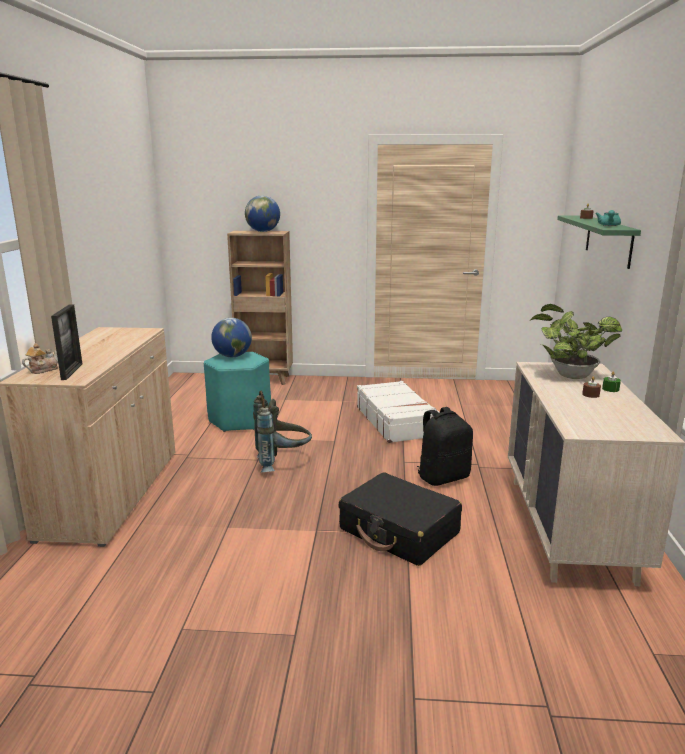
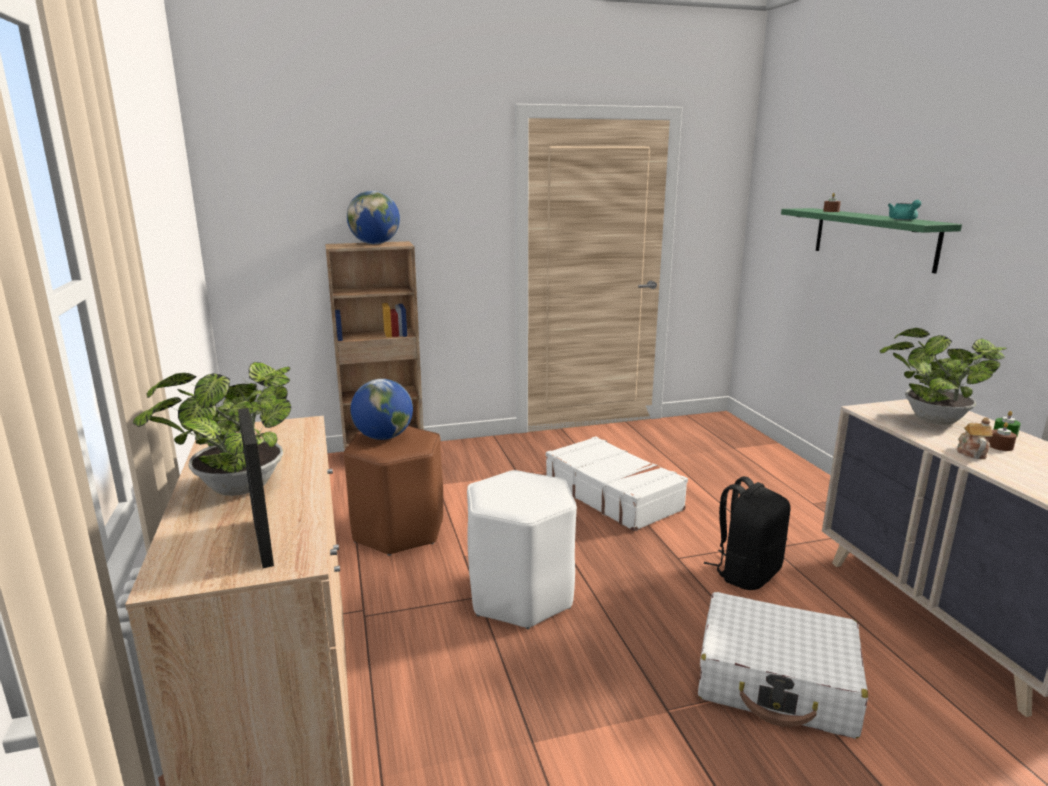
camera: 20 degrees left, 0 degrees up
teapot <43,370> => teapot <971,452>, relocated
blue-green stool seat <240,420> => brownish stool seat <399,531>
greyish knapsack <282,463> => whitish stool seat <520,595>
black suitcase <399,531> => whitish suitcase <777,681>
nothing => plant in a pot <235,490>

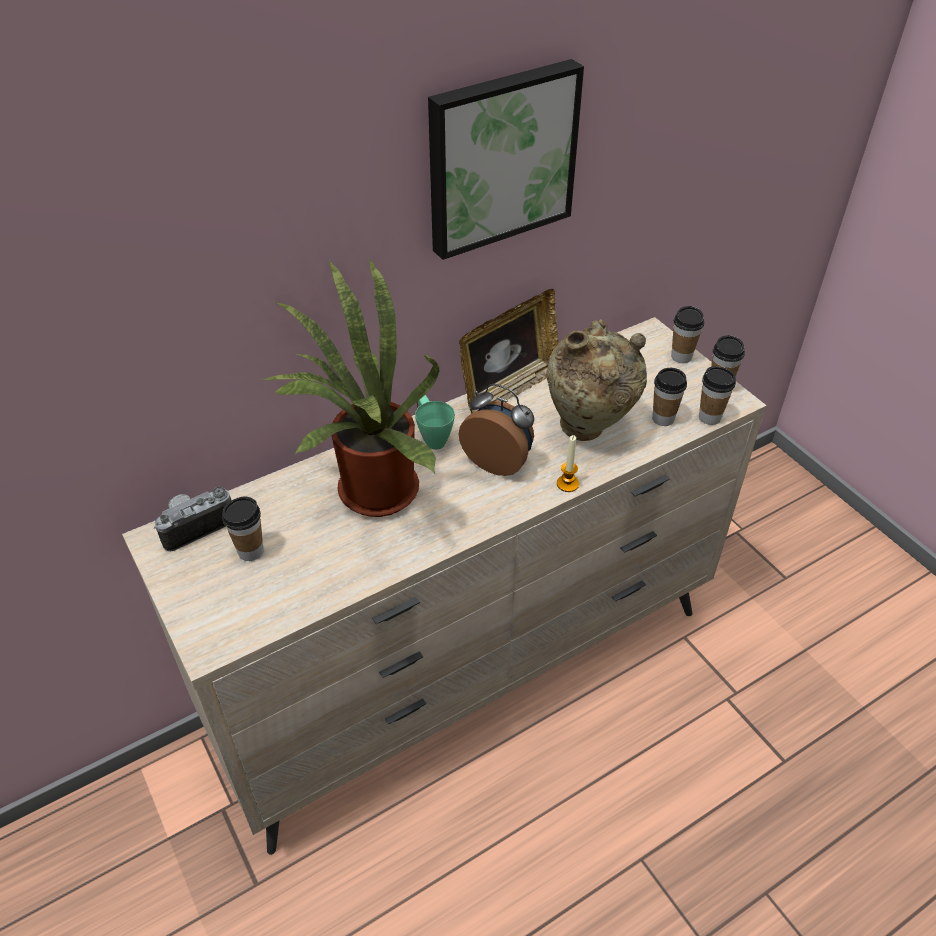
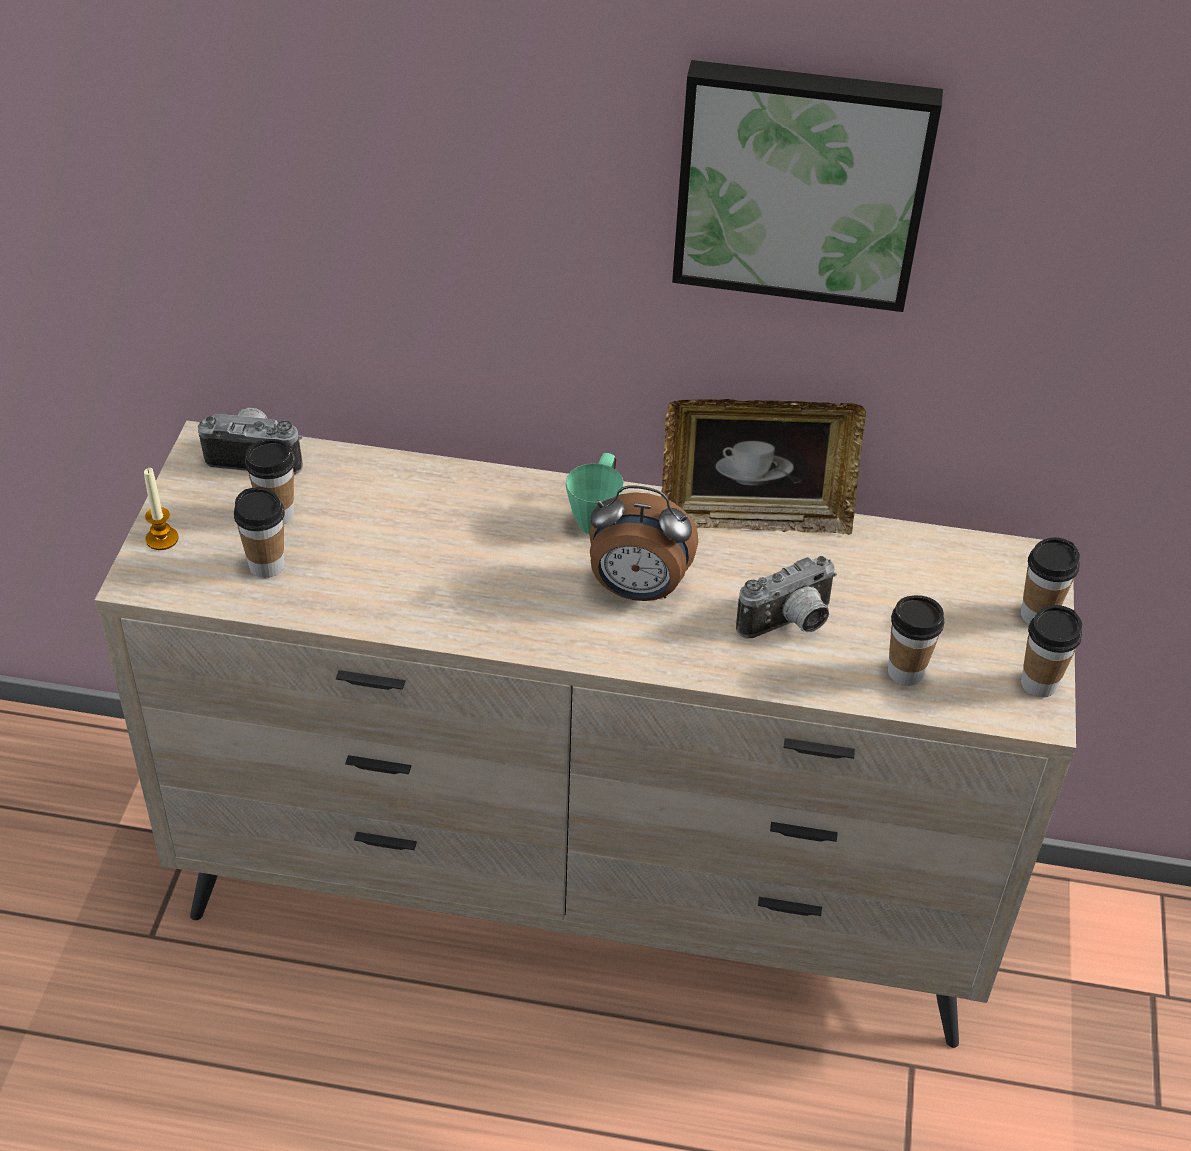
camera: 40 degrees right, 0 degrees up
plant in a pot <369,492> => nothing
bedside clock <498,461> => bedside clock <637,590>, 120 degrees clockwise
beige-coloured flower vase <588,430> => photo camera <790,625>
wax light <567,484> => wax light <162,539>, relocated
cup <709,417> => cup <266,565>, relocated

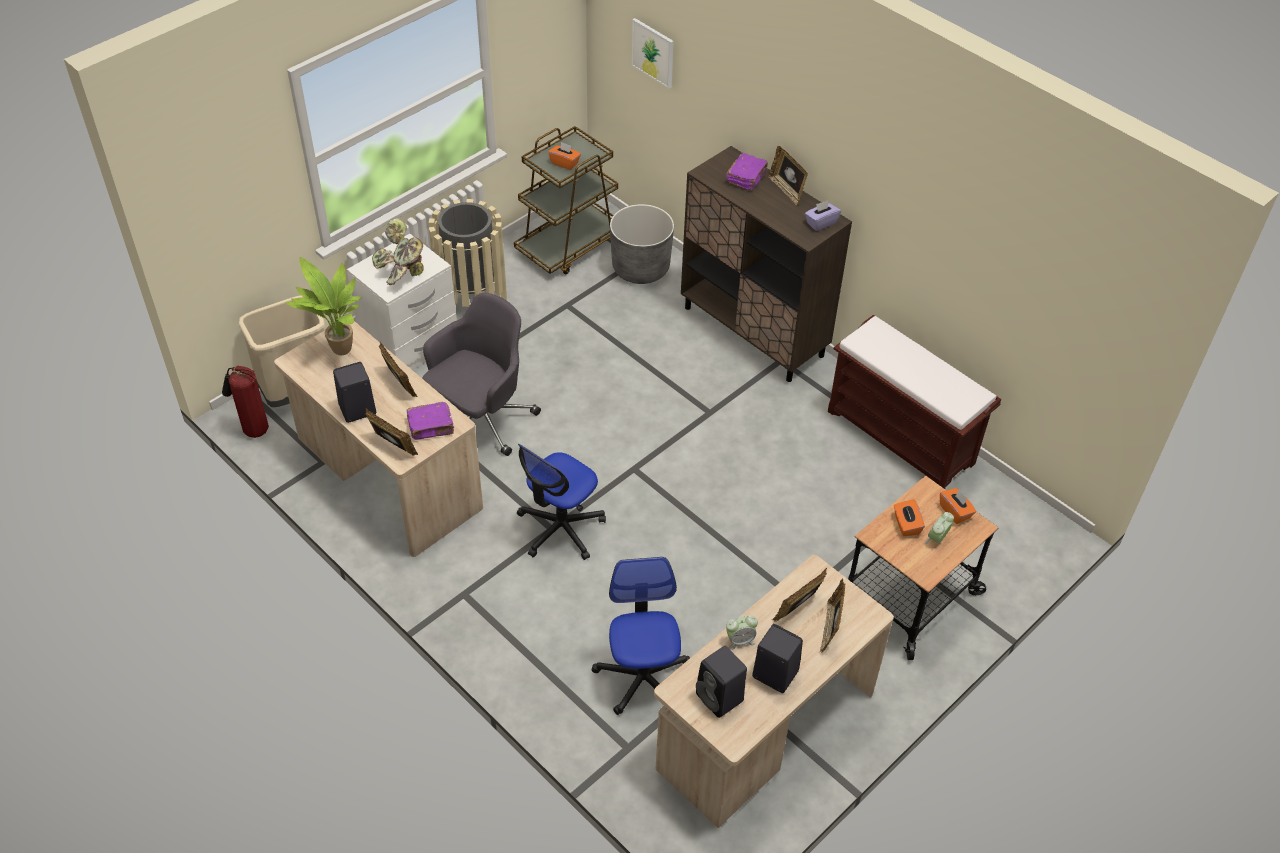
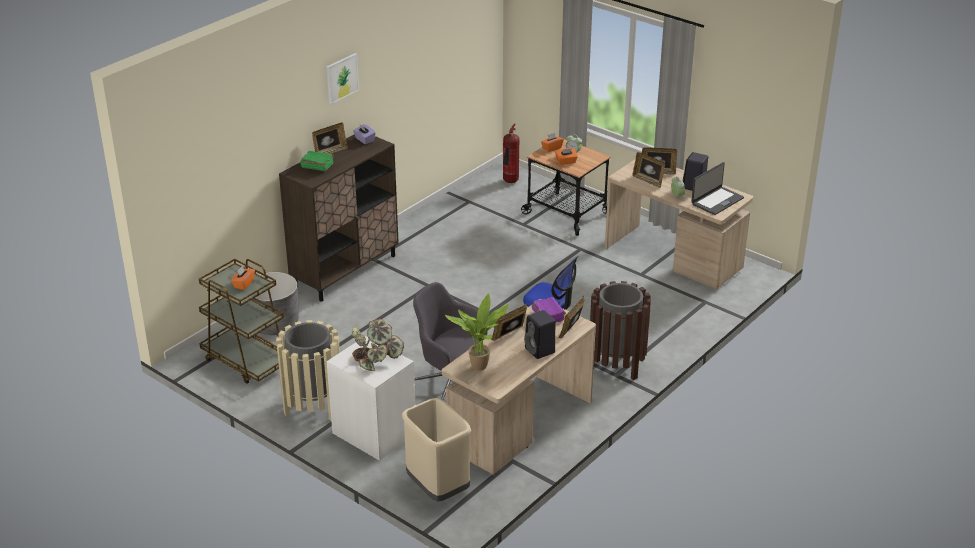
camera: 95 degrees left, 15 degrees down
extinguisher <253,430> => extinguisher <510,182>, relocated
office chair <642,677> => nothing
wall picture <653,52> => wall picture <342,78>, relocated
black audio speaker <721,698> => notebook computer <717,201>
purple bound book <747,177> => green bound book <317,166>
brownish bench <902,437> => nothing
nothing => brownish trash can <616,365>

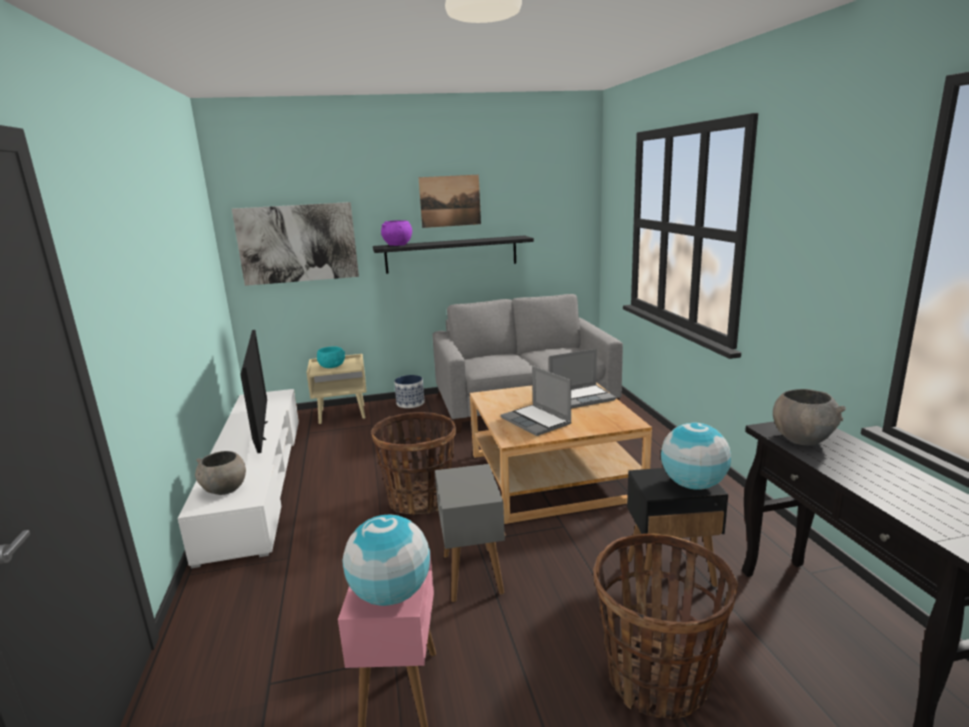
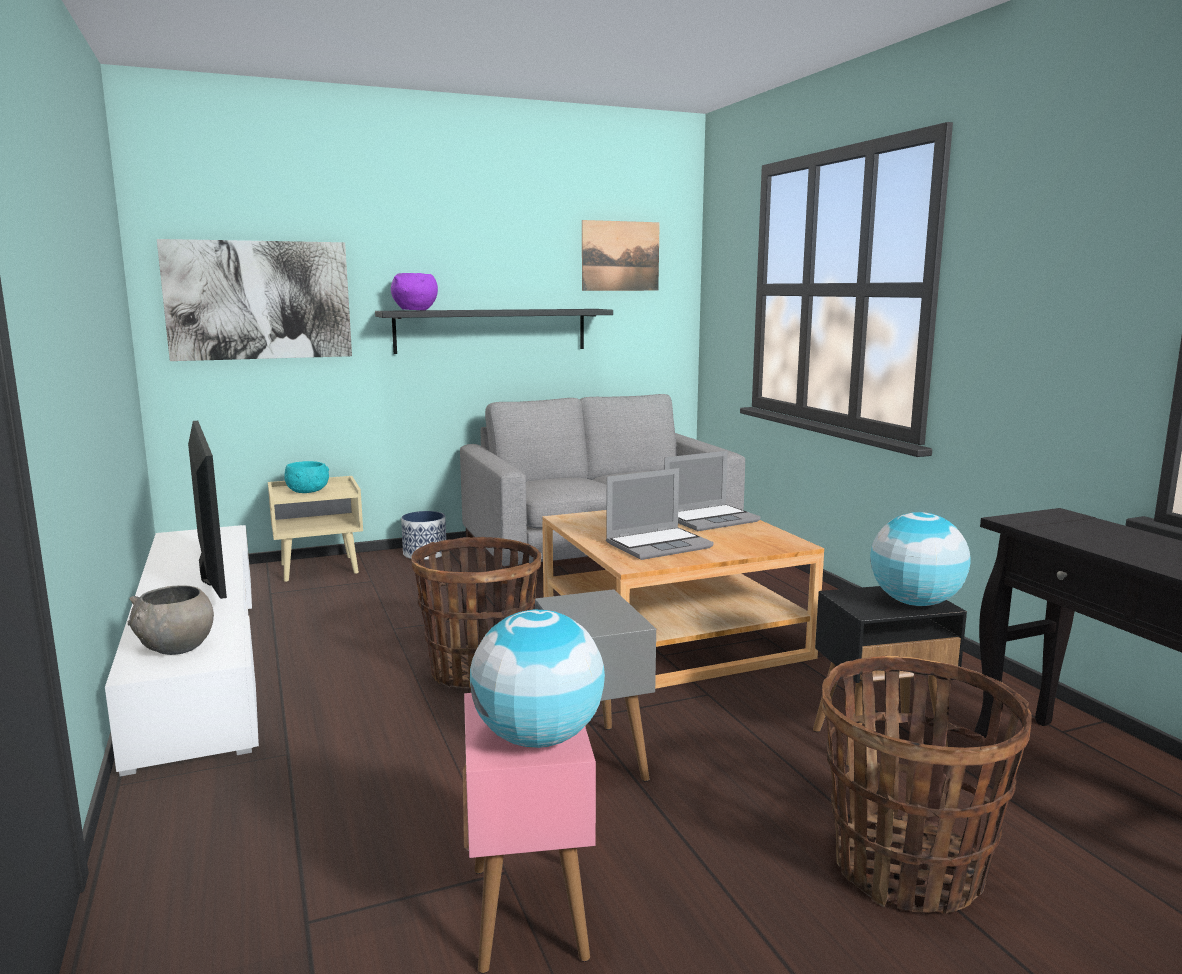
camera: 10 degrees left, 5 degrees down
wall picture <450,201> => wall picture <620,256>, relocated
notebook computer <537,421> => notebook computer <659,545>, 75 degrees counterclockwise
greyish deep dish <802,439> => nothing

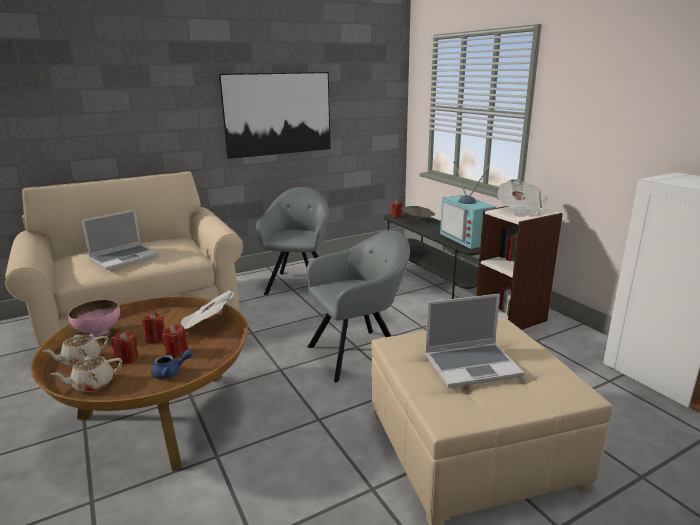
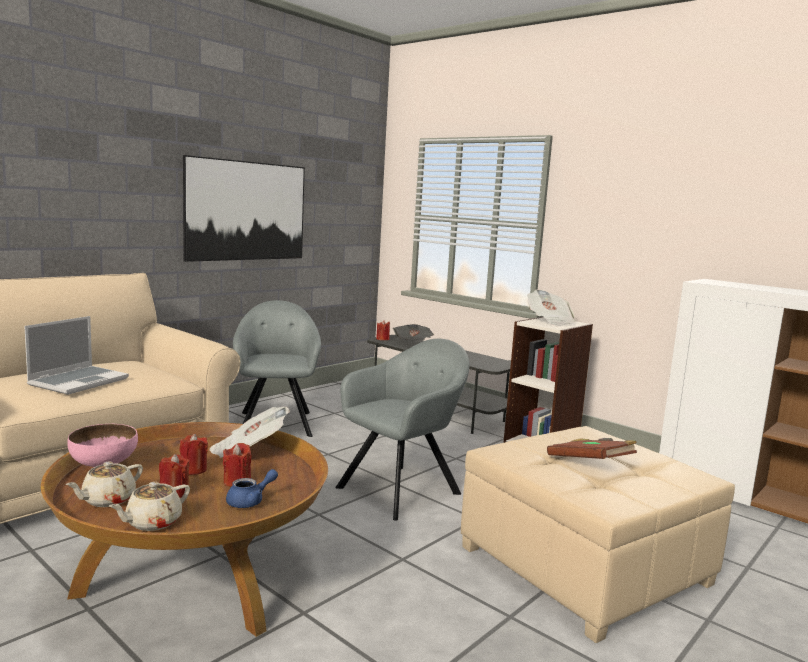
camera: 20 degrees left, 10 degrees down
notebook computer <472,365> => brownish bound book <590,464>
TV set <468,239> => nothing

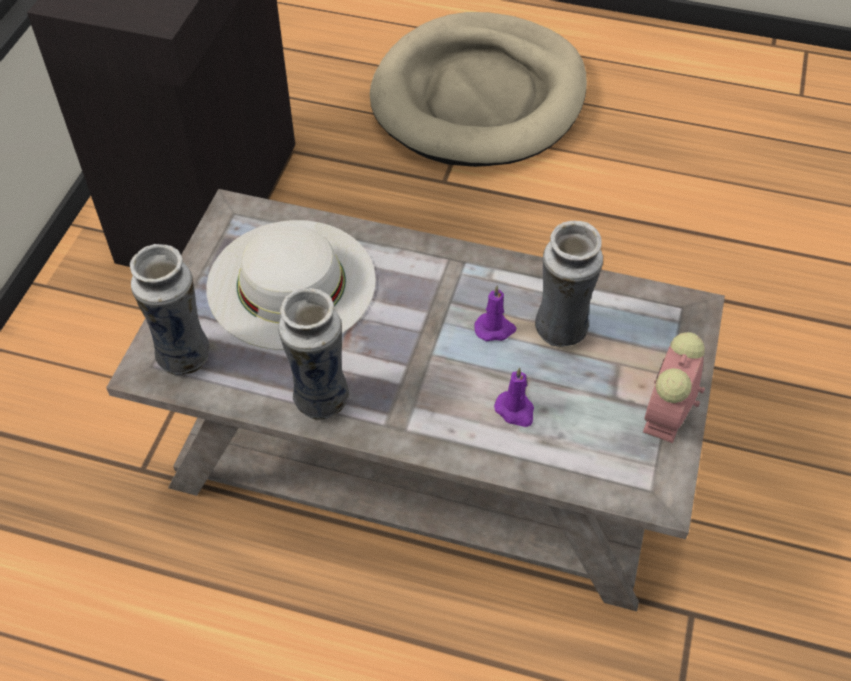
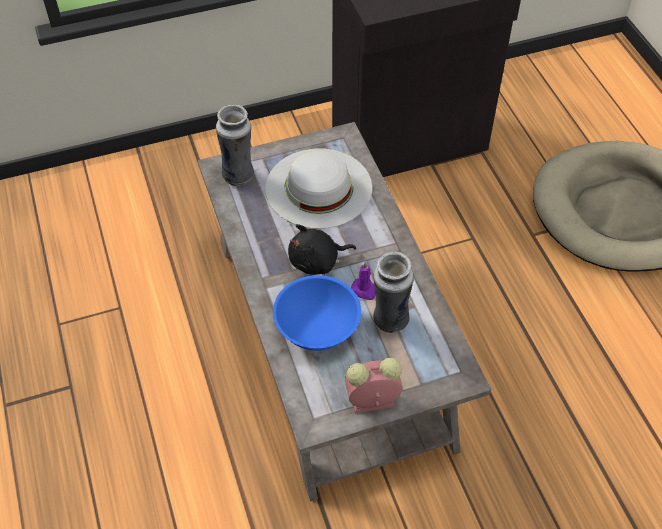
camera: 55 degrees right, 0 degrees up
flower vase <320,398> => nothing
purple wax light <515,410> => blue-coloured deep dish <316,328>
nothing => black plush toy <317,261>

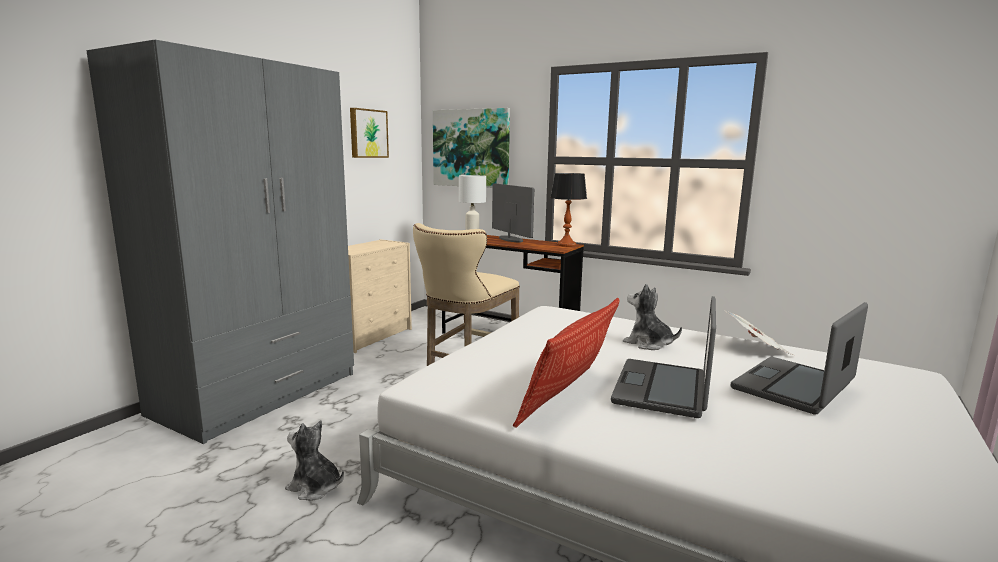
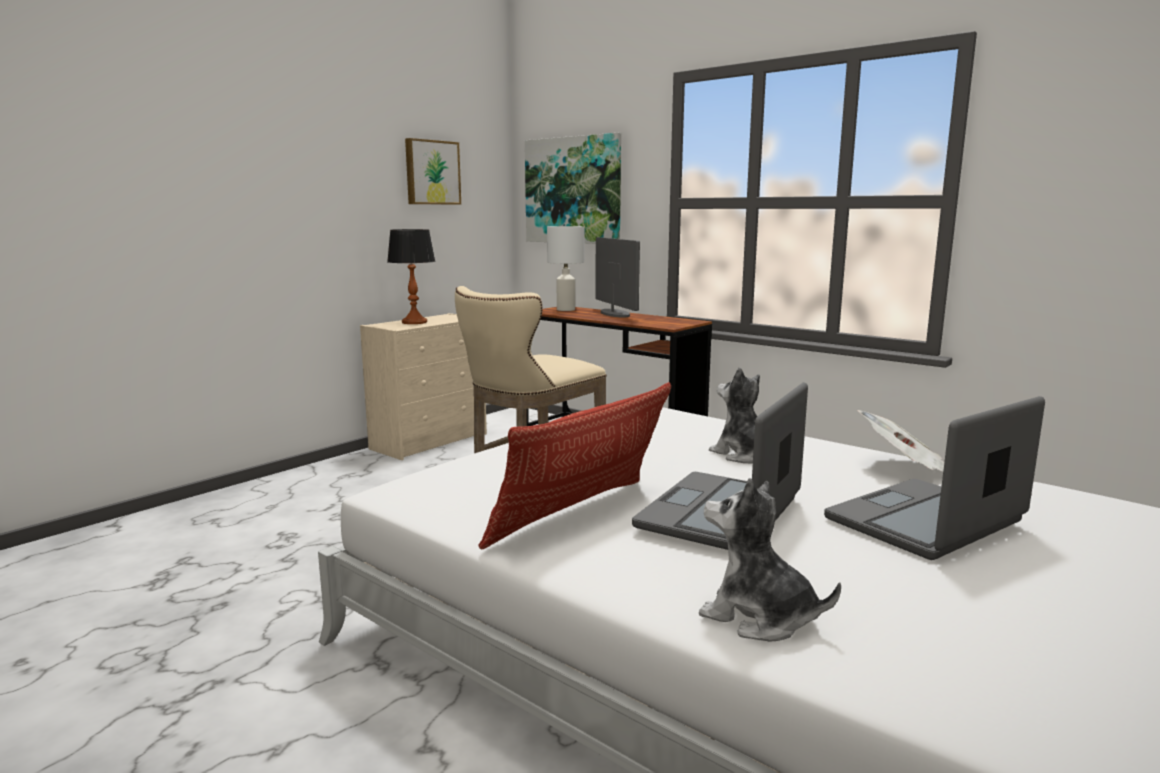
camera: 10 degrees right, 0 degrees up
greyish clothes cupboard <259,393> => nothing
plush toy <315,487> => plush toy <758,617>, relocated
table lamp <566,245> => table lamp <414,322>, relocated

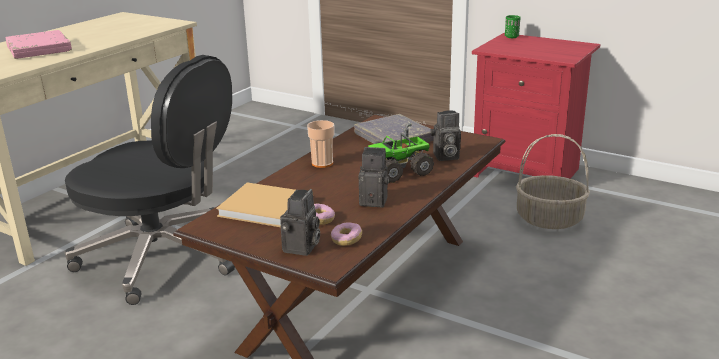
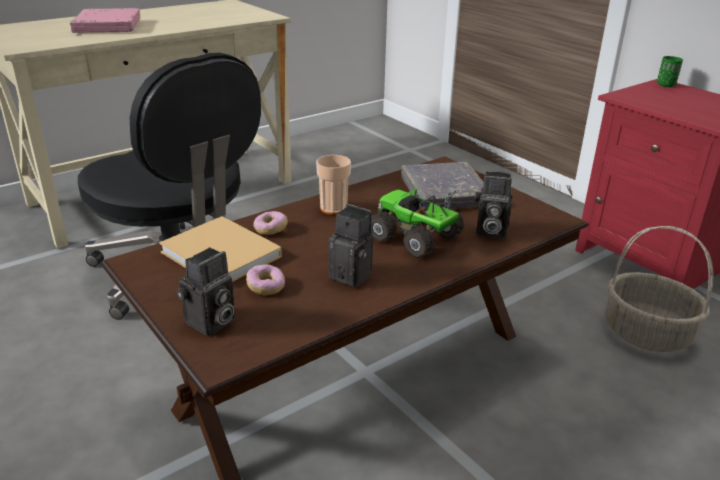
camera: 20 degrees right, 5 degrees up
donut <346,240> => donut <271,229>, relocated
toy truck <398,170> => toy truck <416,238>, 45 degrees clockwise

